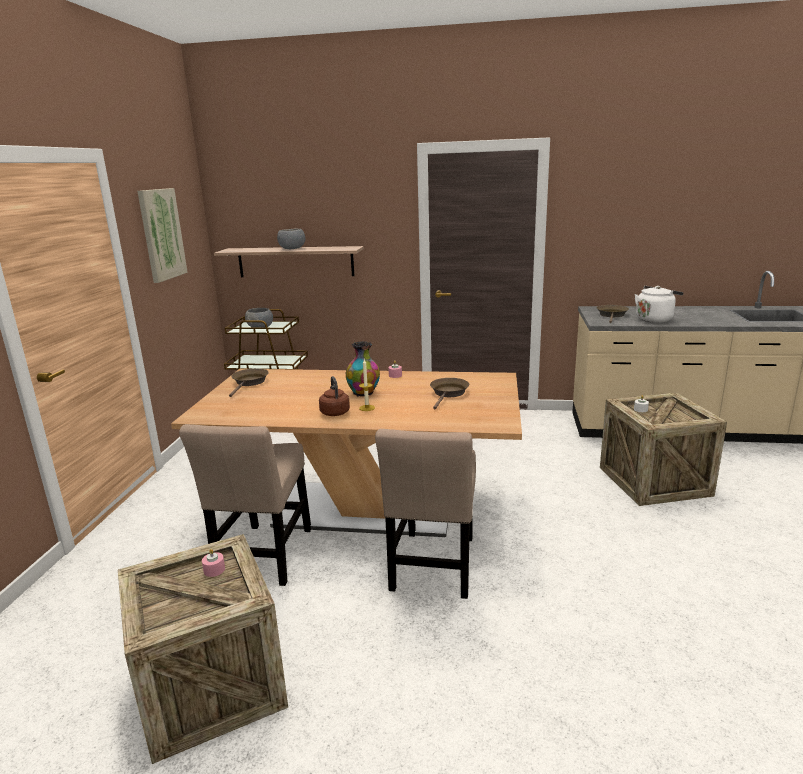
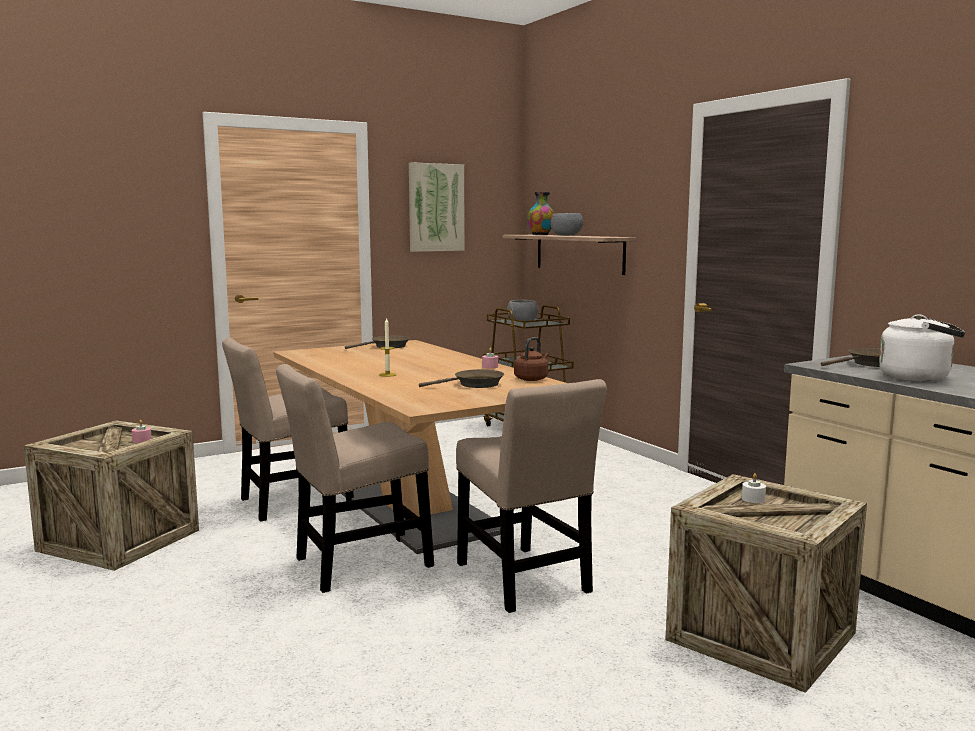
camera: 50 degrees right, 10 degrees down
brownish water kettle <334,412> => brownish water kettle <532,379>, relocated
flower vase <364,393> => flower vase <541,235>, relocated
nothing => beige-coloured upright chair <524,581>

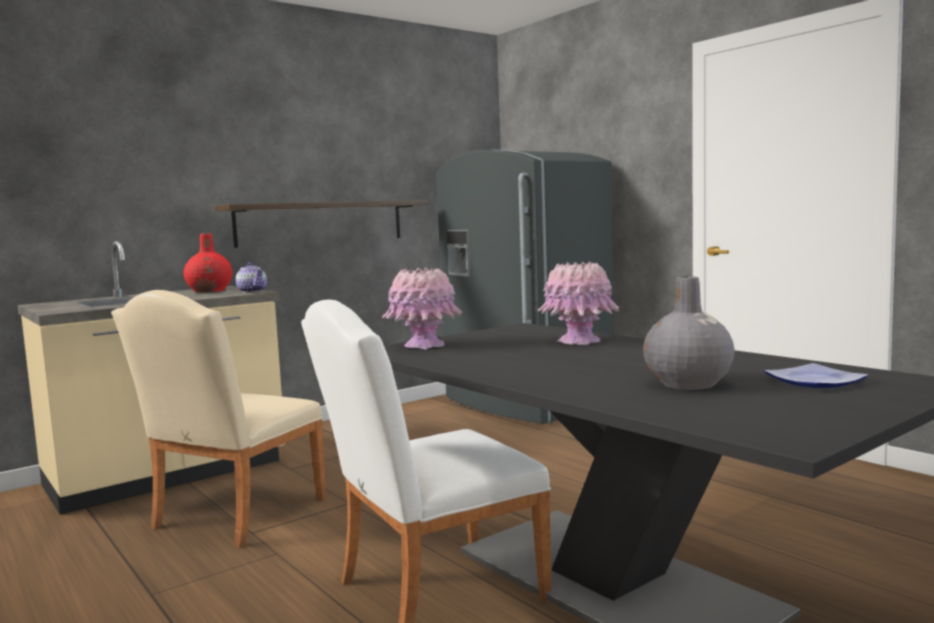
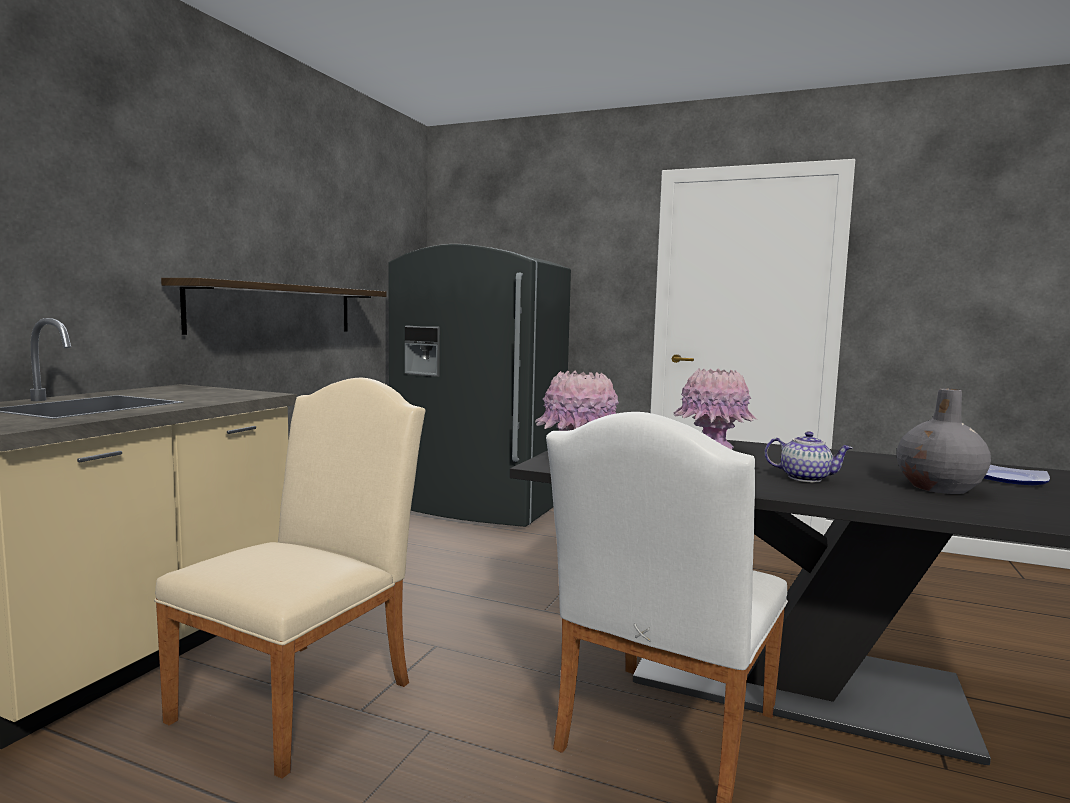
camera: 30 degrees left, 0 degrees up
beige-coloured upright chair <232,517> => beige-coloured upright chair <306,694>, 150 degrees counterclockwise
red flower vase <210,290> => nothing
teapot <253,291> => teapot <805,478>, relocated

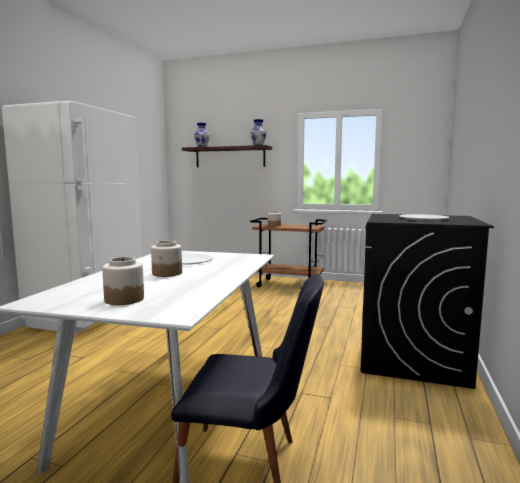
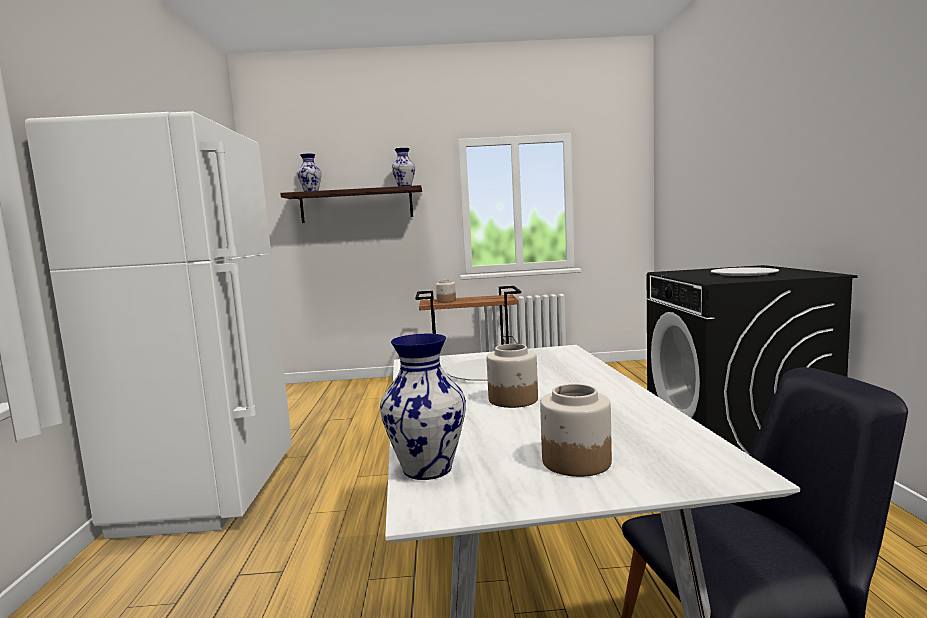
camera: 20 degrees left, 0 degrees up
nothing => flower vase <427,468>

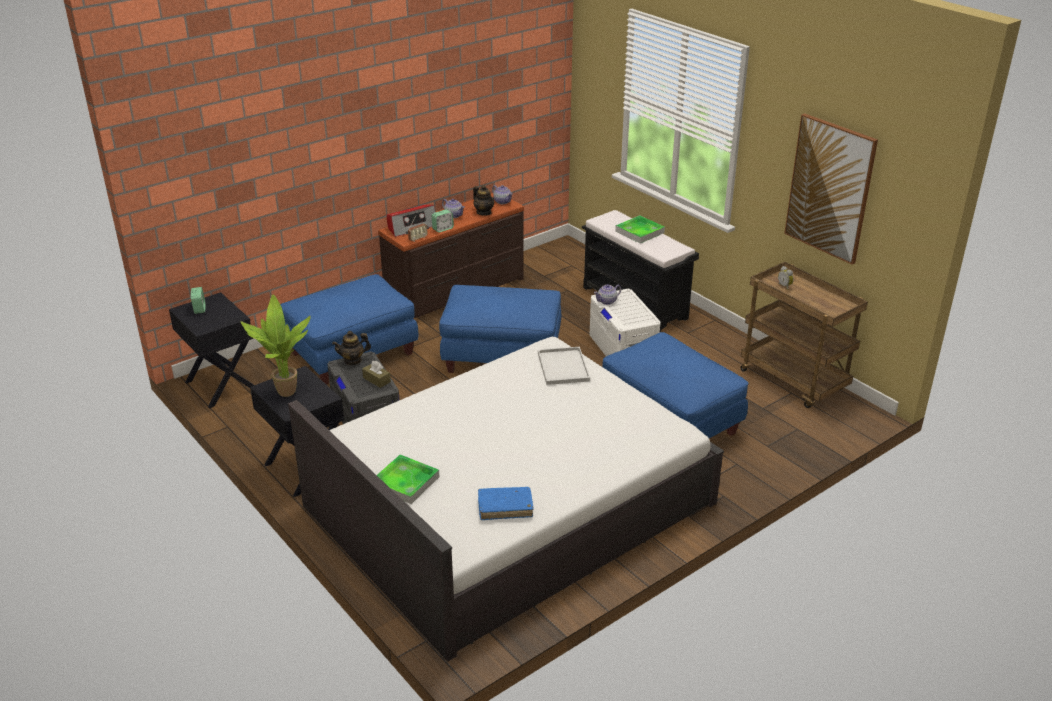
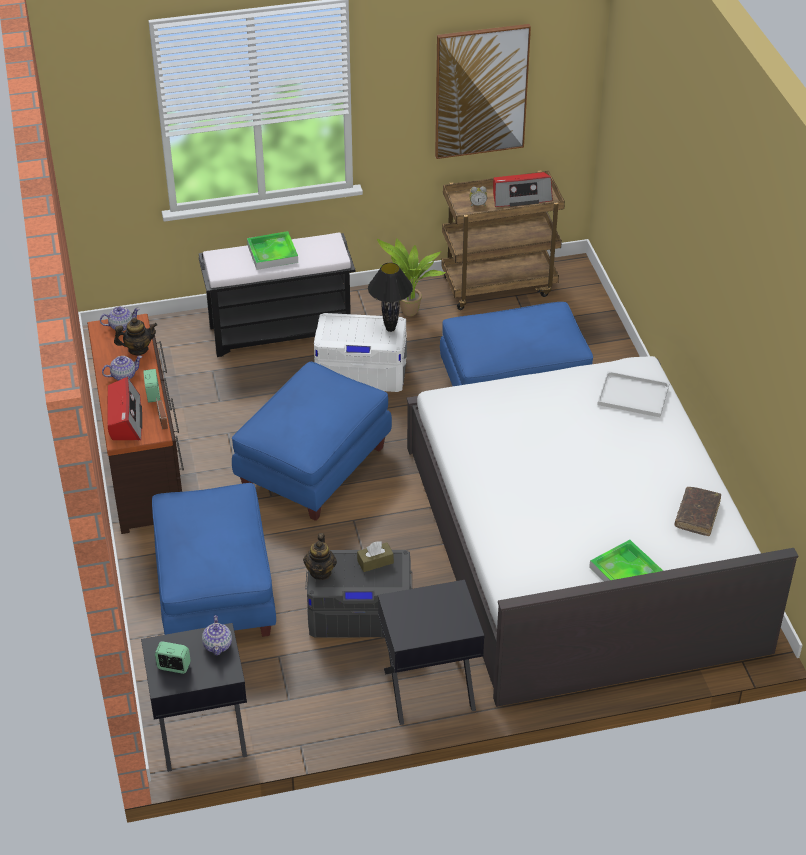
camera: 65 degrees left, 10 degrees up
plant in a pot <283,392> => plant in a pot <408,314>, relocated
blue-coloured bound book <505,507> => brownish bound book <697,515>
whitish tray <562,366> => whitish tray <631,396>, relocated
teapot <607,301> => teapot <218,645>, relocated
nothing => black table lamp <390,329>
nothing => radio receiver <521,196>

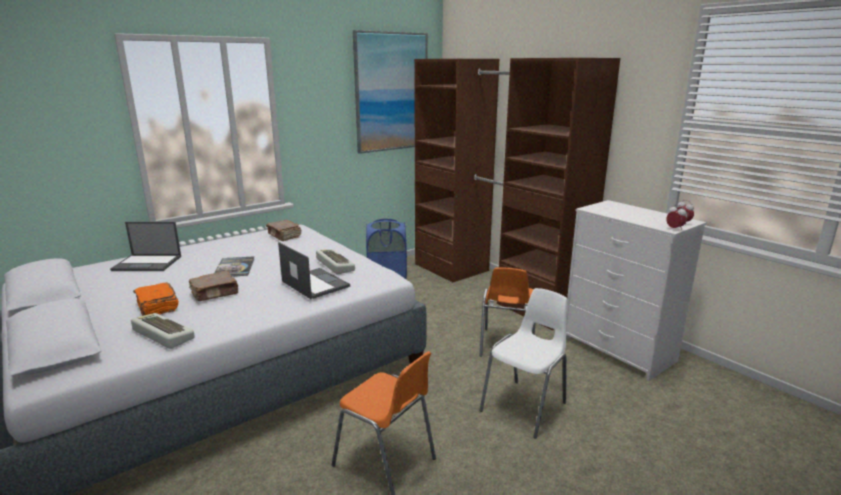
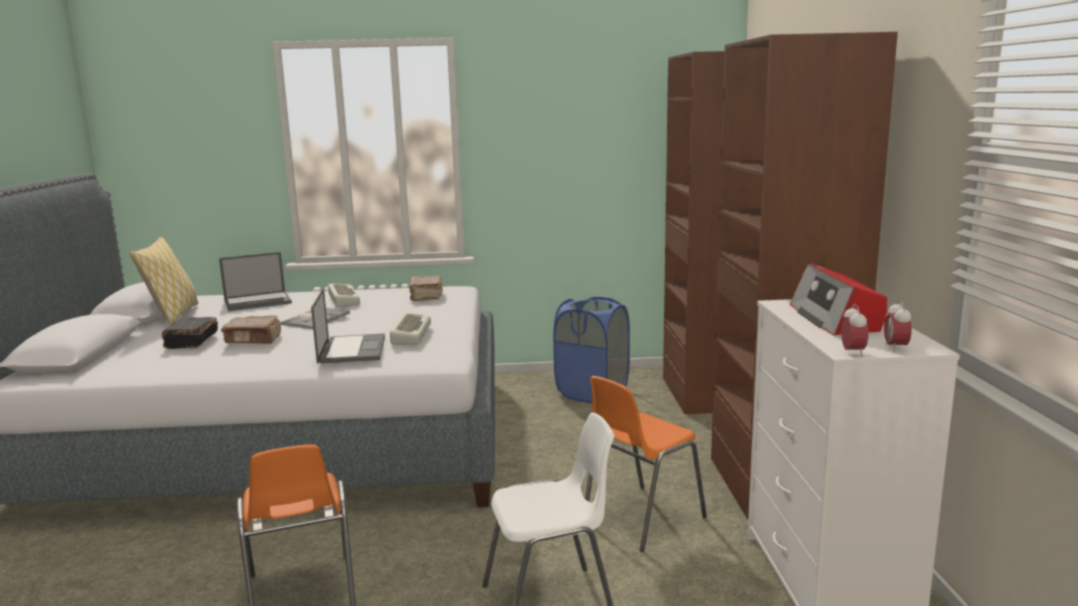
camera: 35 degrees right, 5 degrees down
notebook computer <148,263> => notebook computer <258,301>, 60 degrees counterclockwise
keyboard <161,335> => keyboard <342,299>, relocated
orange-coloured bound book <157,307> => black bound book <191,342>
wall picture <391,92> => nothing
nothing => pillow <173,315>
nothing => radio receiver <835,319>

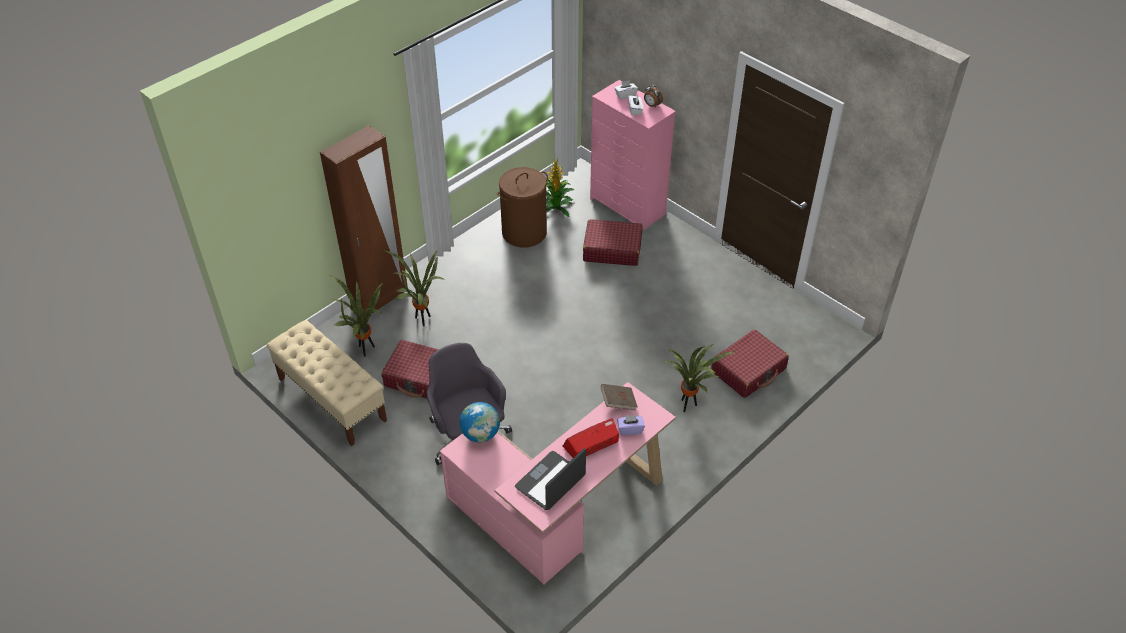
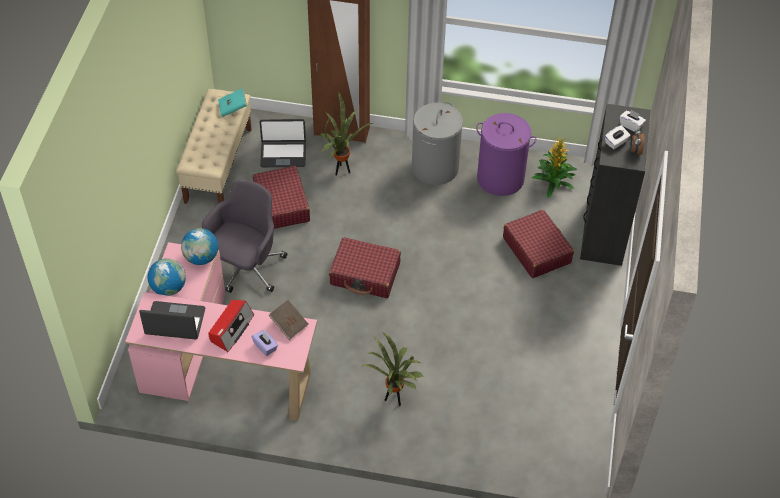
camera: 55 degrees right, 5 degrees up
plant in a pot <365,349> => notebook computer <283,154>
brownish washing basket <524,232> => purple washing basket <500,178>
radio receiver <591,444> => radio receiver <231,329>, 90 degrees clockwise
pinkish drawer chest <628,207> => black drawer chest <603,233>
red suitcase <748,370> => red suitcase <365,274>, relocated
nothing => desk globe <169,288>
nothing => blue-green bound book <233,108>
nothing => greyish washing basket <435,168>

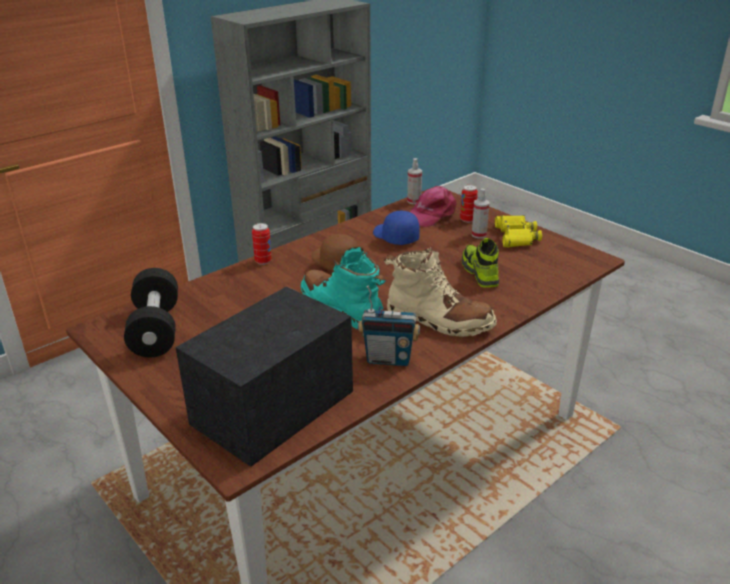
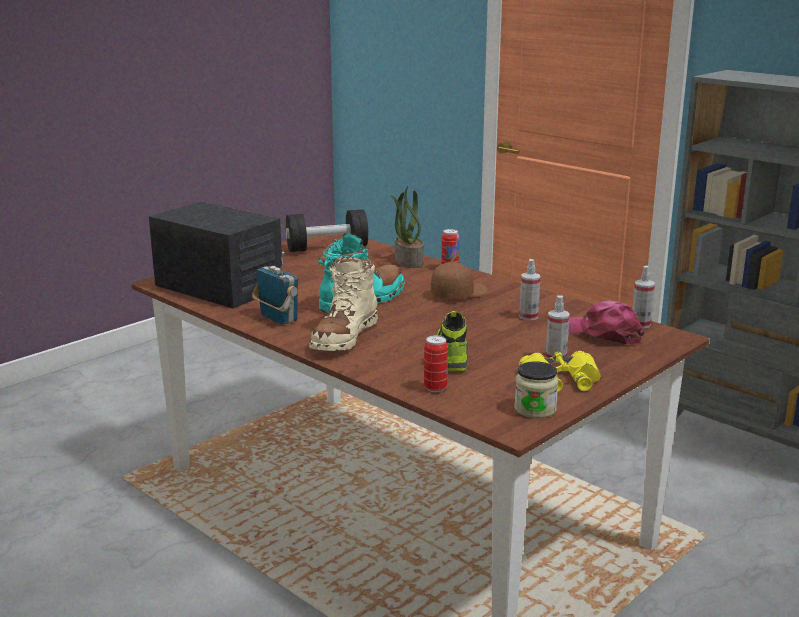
camera: 85 degrees right, 10 degrees down
radio receiver <388,359> => radio receiver <278,318>, 135 degrees clockwise
blue-coloured cap <395,237> => hand sprayer <528,317>
metal can <467,220> => metal can <435,388>, relocated
item of footwear <479,273> => item of footwear <451,356>, 75 degrees counterclockwise
nothing => plant in a pot <408,261>
nothing => preserve jar <535,409>

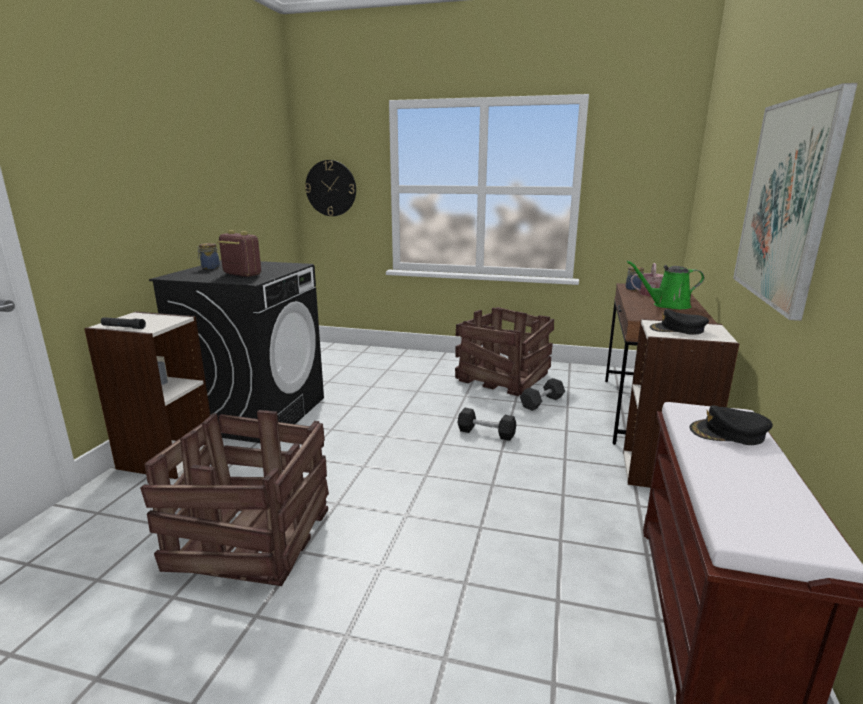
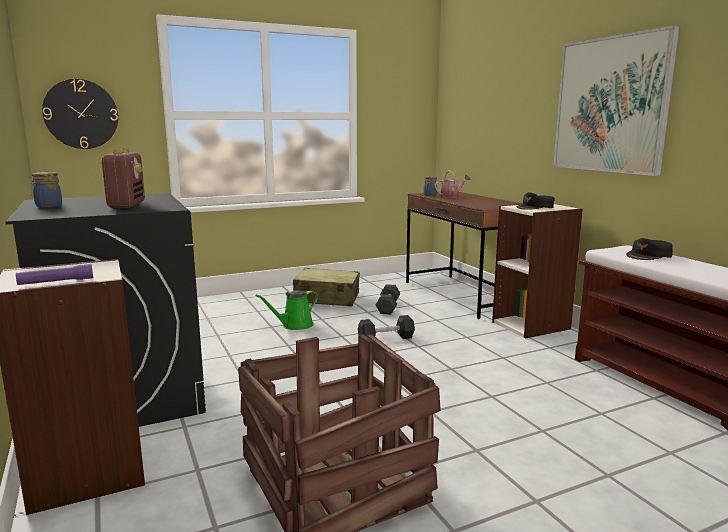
camera: 40 degrees left, 5 degrees down
black torch <123,327> => purple torch <56,282>
radio receiver <242,274> => radio receiver <126,205>, 90 degrees clockwise
packing crate <502,377> => beige-coloured suitcase <327,298>
green sprinkling can <667,305> => green sprinkling can <294,325>, relocated

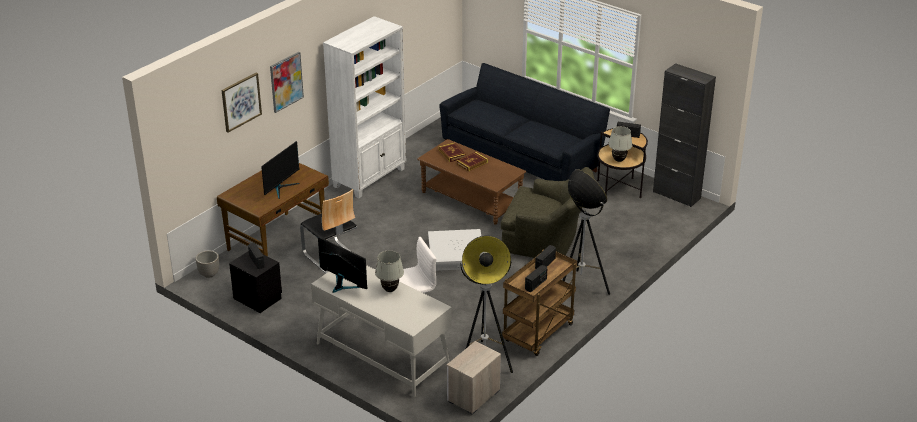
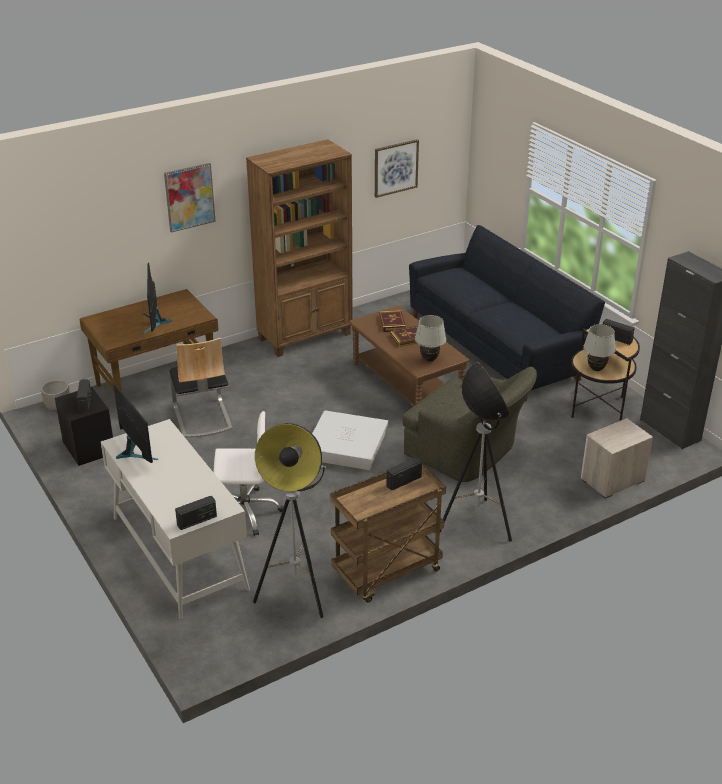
camera: 20 degrees right, 0 degrees up
wall picture <241,102> => wall picture <395,168>, relocated
monitor <281,188> => monitor <155,322>, 120 degrees clockwise
whitish bookcase <370,178> => brownish bookcase <305,336>
whitish table lamp <390,290> => whitish table lamp <429,359>, relocated
bedside table <472,396> => bedside table <611,480>, relocated
radio receiver <536,284> => radio receiver <197,521>, relocated

